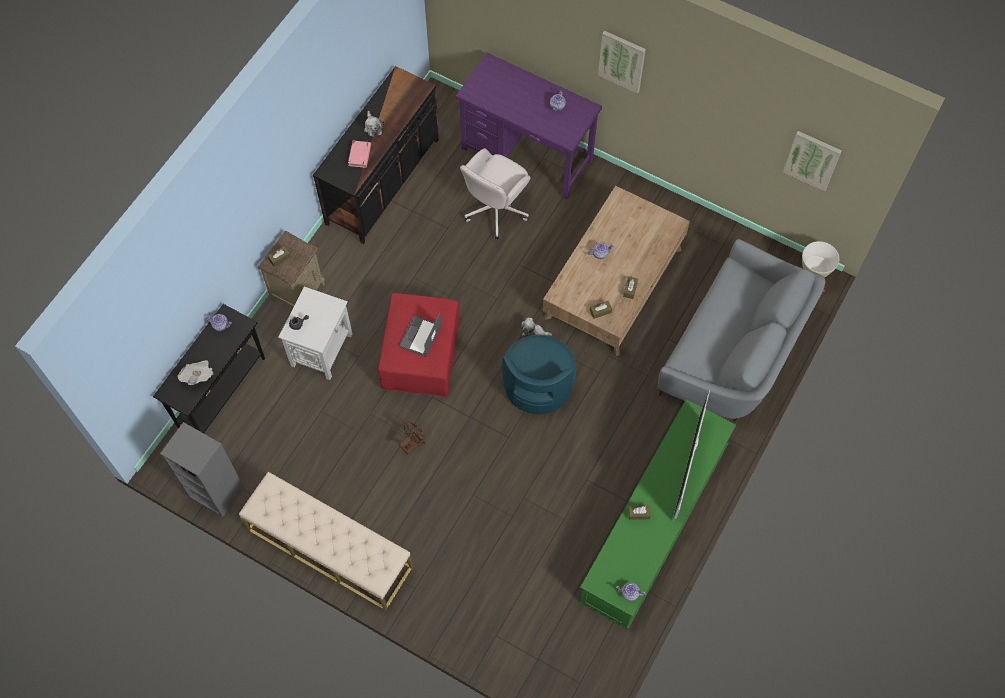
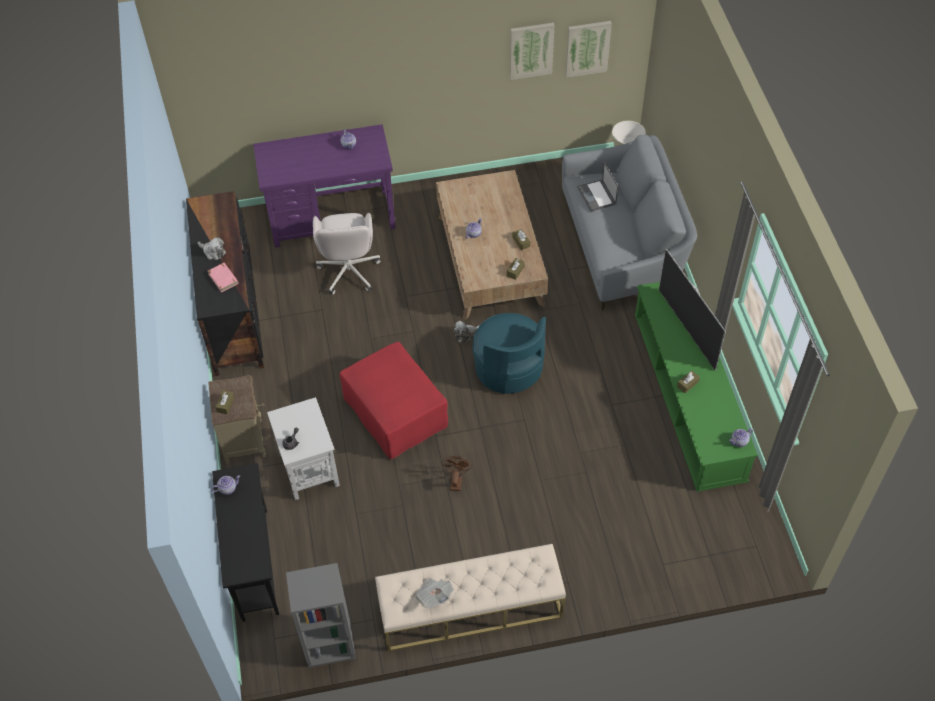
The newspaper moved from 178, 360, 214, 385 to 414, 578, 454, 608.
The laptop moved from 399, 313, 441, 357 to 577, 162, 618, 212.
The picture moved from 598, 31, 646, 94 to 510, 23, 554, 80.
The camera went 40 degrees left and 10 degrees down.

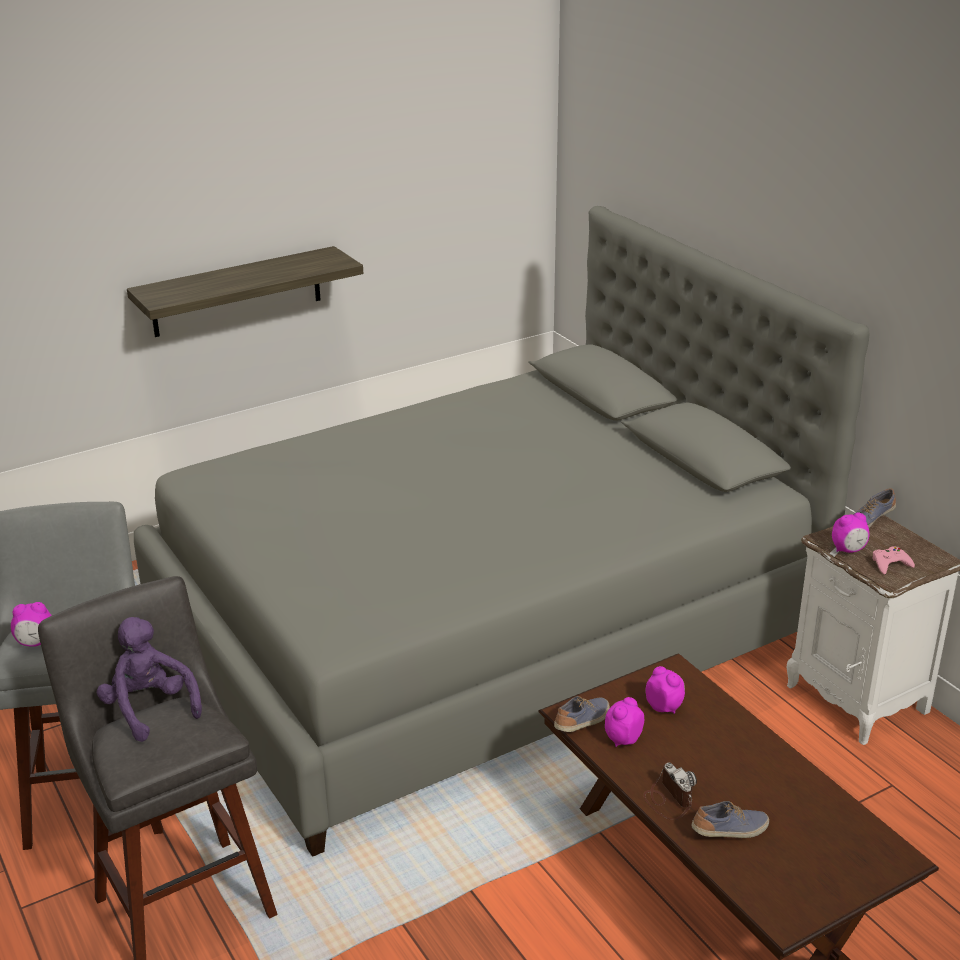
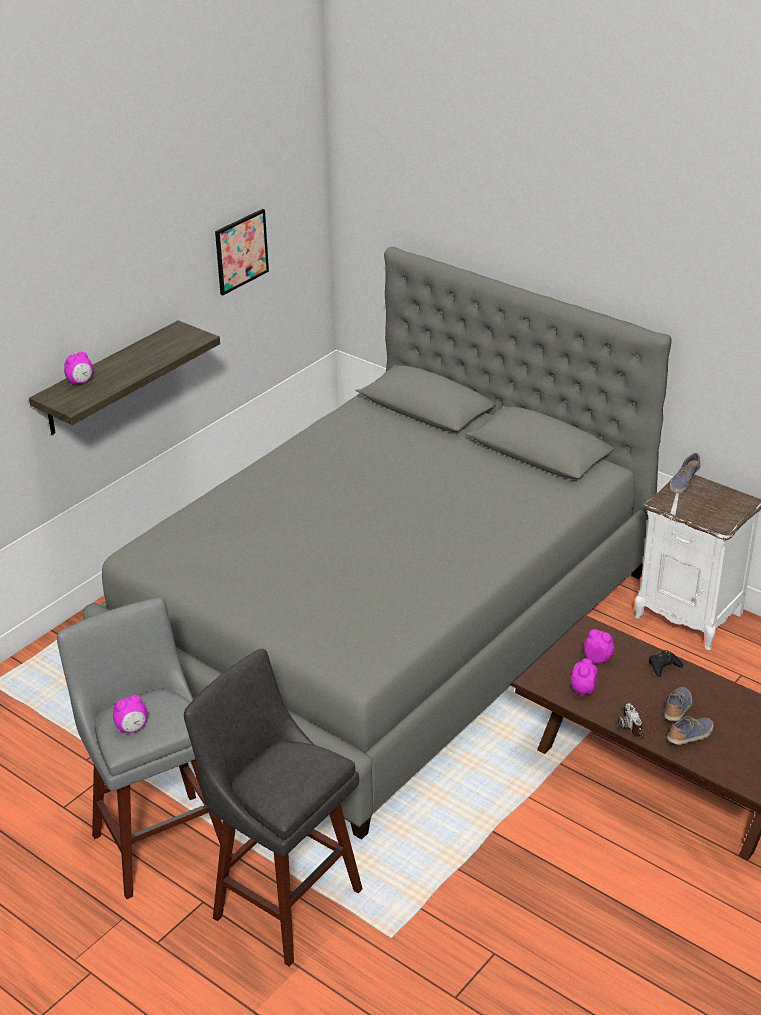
The plush toy in purple at 96, 617, 202, 742 disappeared.
The game controller in pink at 872, 546, 915, 575 disappeared.
The picture at 215, 209, 269, 295 appeared.
The game controller in black at 649, 650, 683, 677 appeared.
The shoe moved from 554, 696, 610, 732 to 665, 687, 692, 721.
The alarm clock moved from 832, 512, 869, 553 to 64, 352, 93, 385.
The photo camera at 643, 763, 697, 820 turned 150 degrees counterclockwise.
The camera went 20 degrees left and 5 degrees up.

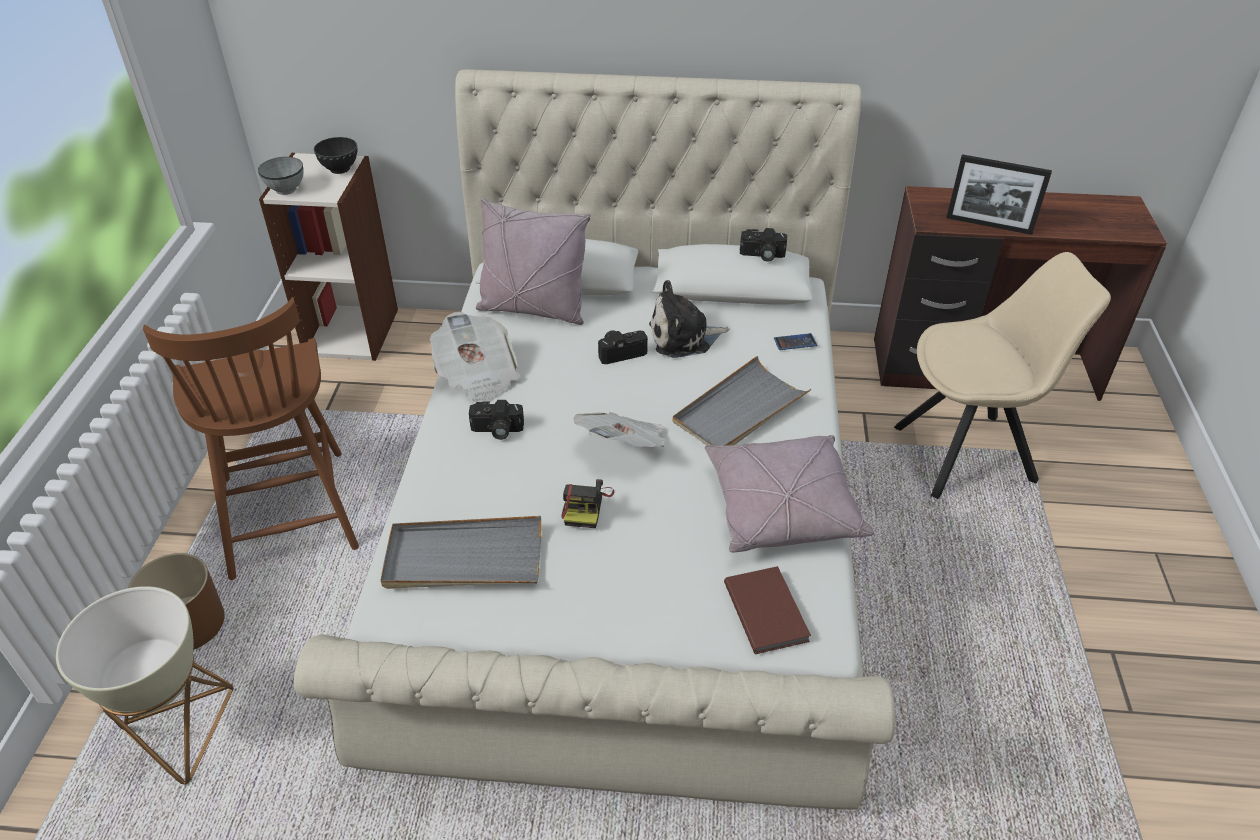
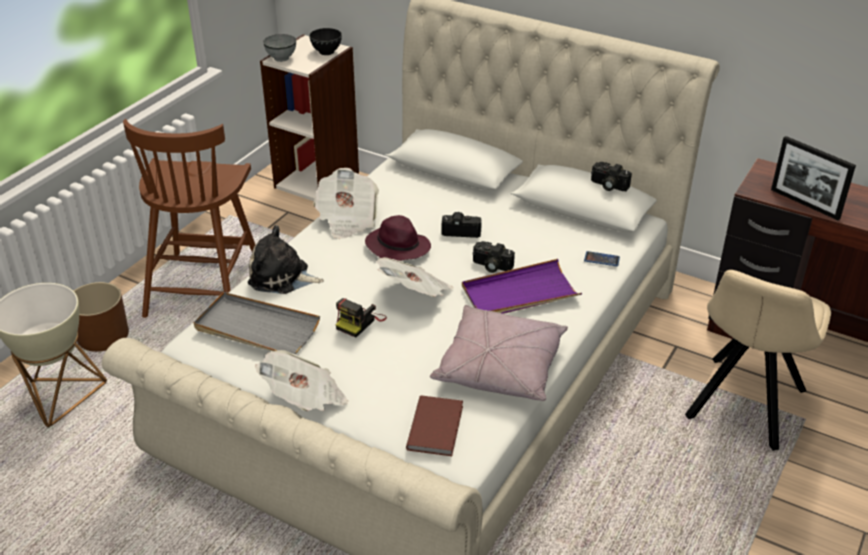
The pillow in purple at 476, 198, 590, 325 disappeared.
The newspaper at 255, 350, 348, 411 appeared.
The hat in purple at 365, 215, 431, 261 appeared.
The photo camera moved from 469, 400, 524, 440 to 473, 241, 515, 273.
The plush toy moved from 649, 280, 730, 358 to 248, 225, 324, 294.
The tray in grey at 672, 356, 811, 446 became the tray in purple at 462, 259, 582, 314.
The chair in beige at 894, 252, 1111, 499 turned 105 degrees clockwise.
The camera went 25 degrees right and 5 degrees down.

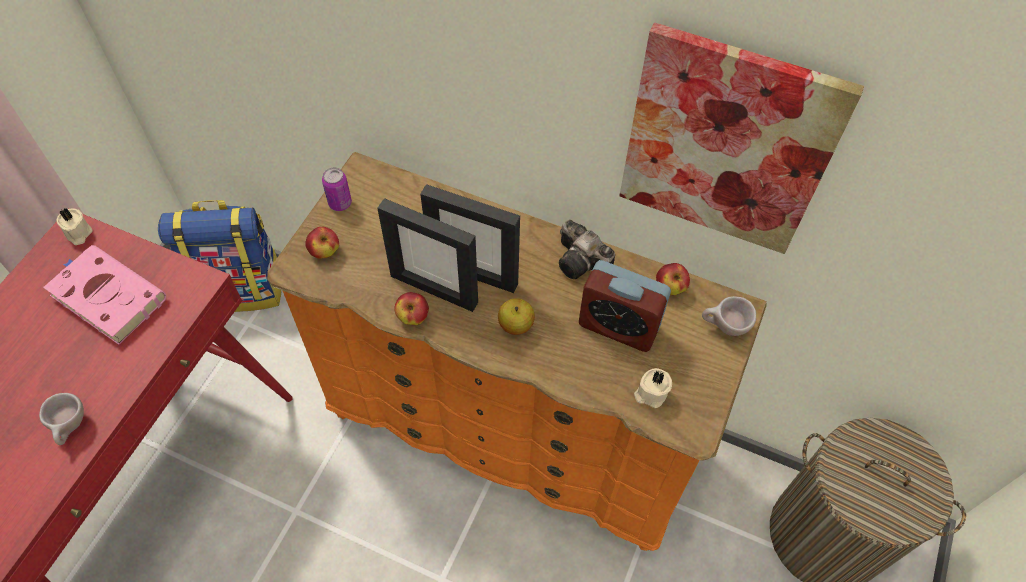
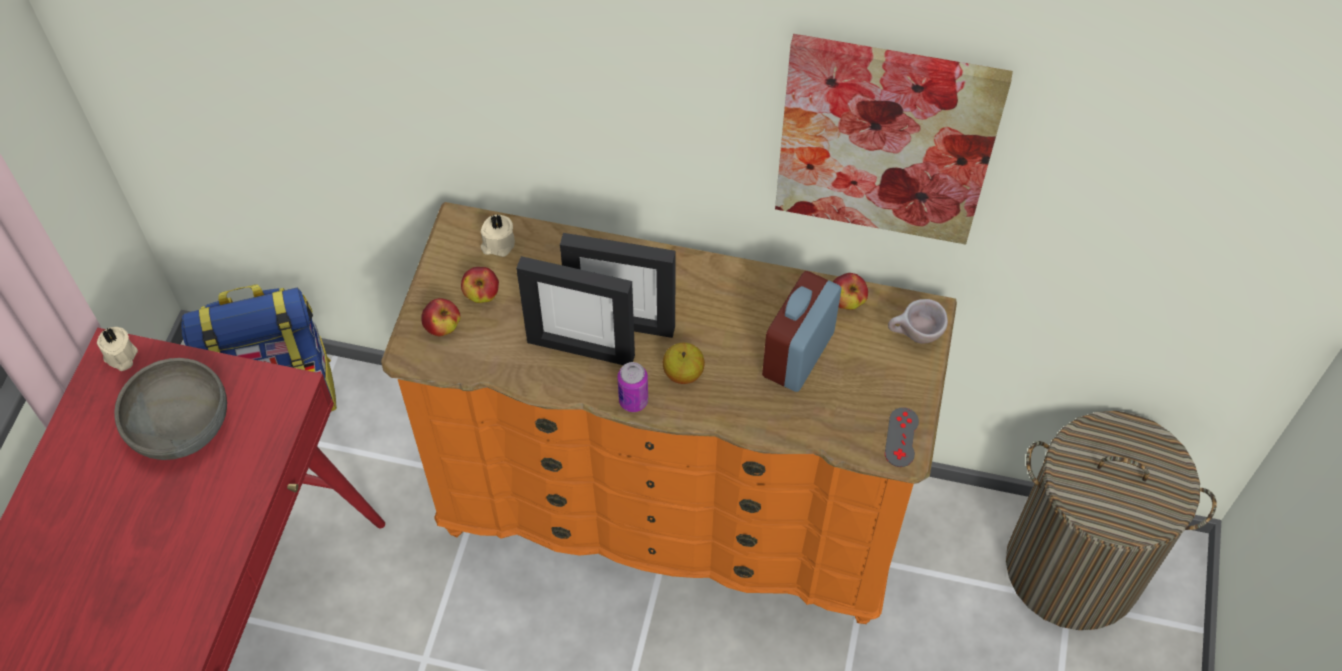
The cup in beige at 39, 393, 84, 445 disappeared.
The photo camera at 559, 220, 615, 279 disappeared.
The game controller in grey at 885, 407, 919, 467 appeared.
The can moved from 322, 167, 352, 211 to 618, 362, 648, 412.
The apple moved from 394, 292, 429, 325 to 461, 267, 499, 303.
The candle in beige moved from 634, 368, 672, 408 to 481, 215, 515, 257.
The book in pink at 43, 245, 166, 345 was replaced by the bowl in grey at 114, 358, 227, 460.
The alarm clock at 579, 260, 671, 352 turned 105 degrees clockwise.
The camera went 10 degrees left and 0 degrees up.

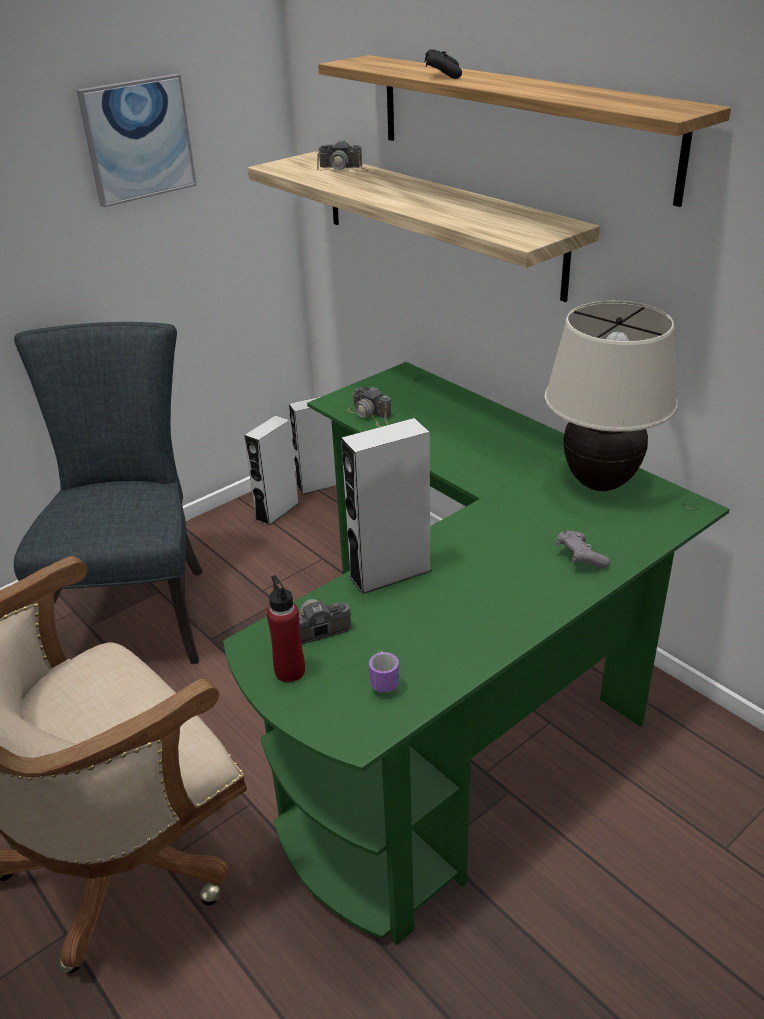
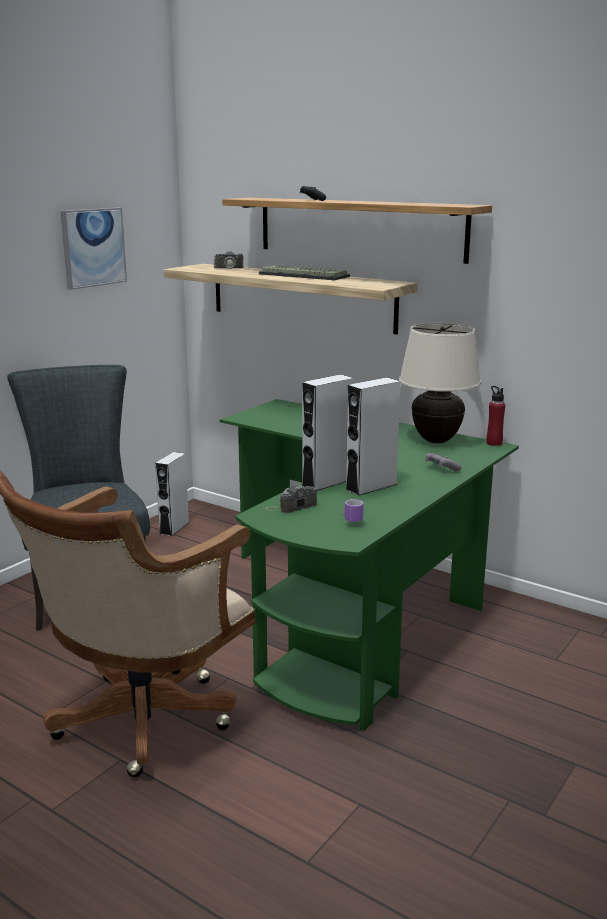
The photo camera at 348, 387, 392, 427 disappeared.
The keyboard at 259, 265, 350, 280 appeared.
The bottle in red moved from 267, 575, 305, 682 to 486, 386, 505, 446.
The speaker in grey moved from 289, 397, 336, 495 to 345, 377, 401, 496.
The camera went 15 degrees left and 15 degrees down.

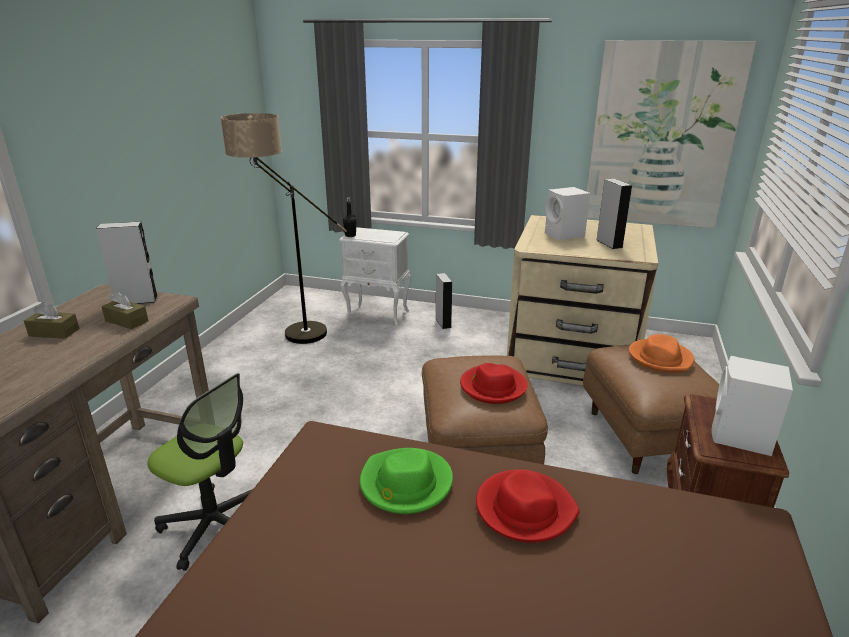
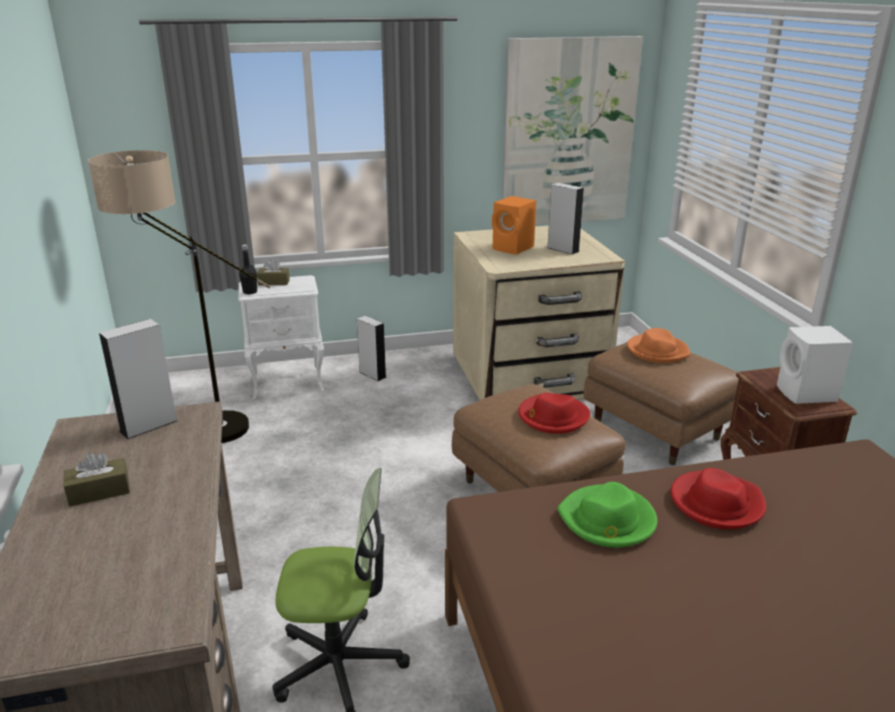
The tissue box in brown moved from 101, 291, 148, 329 to 257, 259, 290, 285.
The speaker in white at 545, 187, 590, 240 became the speaker in orange at 492, 196, 536, 255.
The camera went 30 degrees left and 0 degrees up.

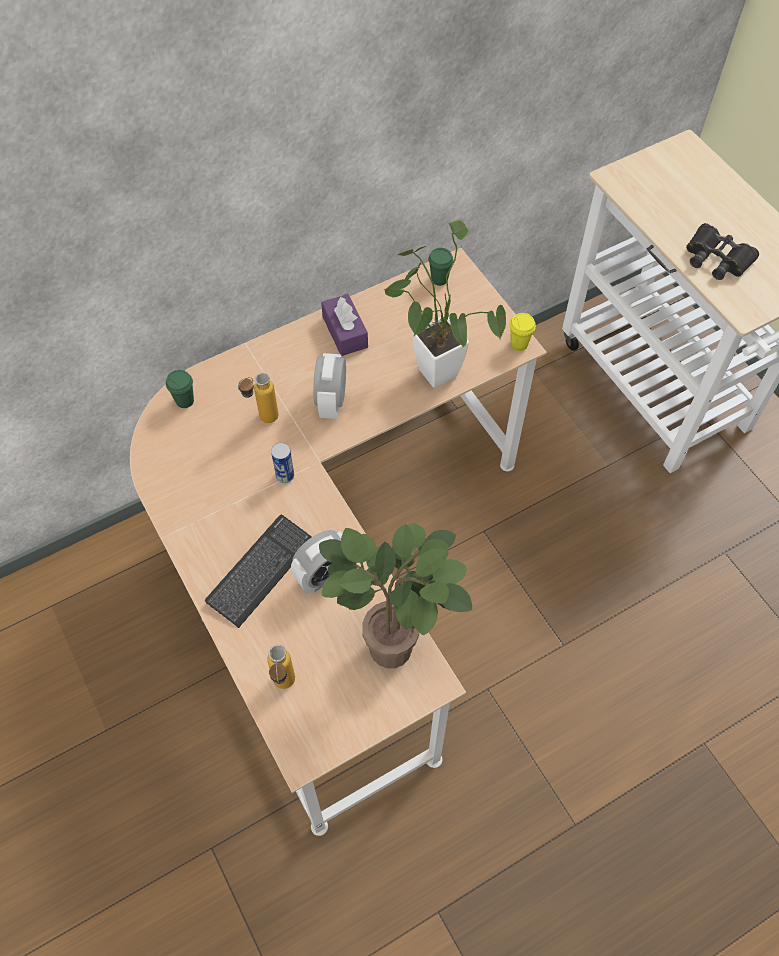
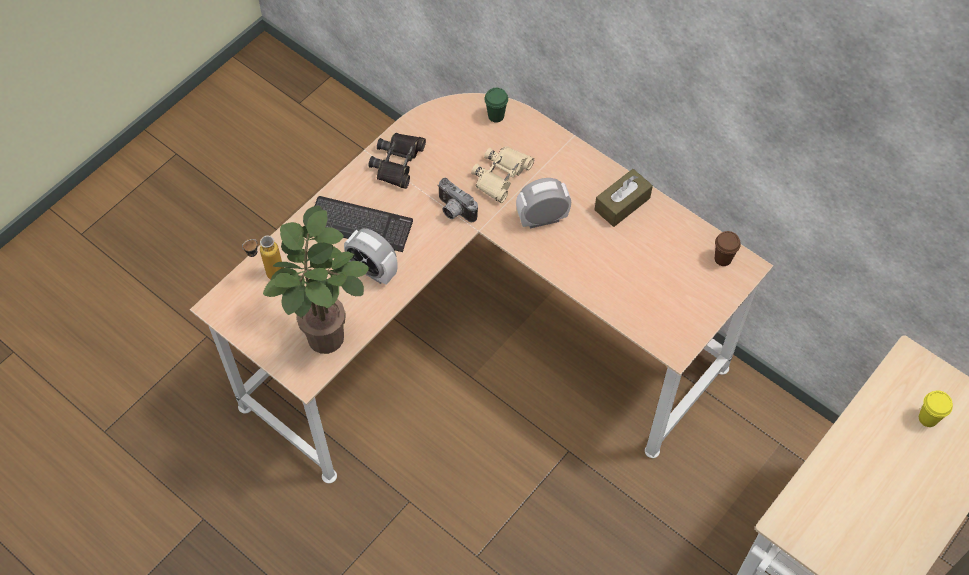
The potted plant at 384, 220, 506, 388 disappeared.
The cup in yellow moved from 510, 313, 536, 351 to 919, 391, 953, 427.
The binoculars in black moved from 686, 223, 759, 280 to 369, 133, 426, 189.
The bottle at 238, 373, 279, 423 was replaced by the binoculars in beige at 471, 146, 534, 203.
The can at 271, 442, 294, 483 was replaced by the photo camera at 437, 178, 478, 222.
The tissue box in purple at 321, 294, 368, 356 became the tissue box in brown at 595, 169, 653, 227.
The cup in green at 428, 248, 453, 286 became the cup in brown at 715, 231, 741, 266.
The camera went 70 degrees right and 0 degrees up.

